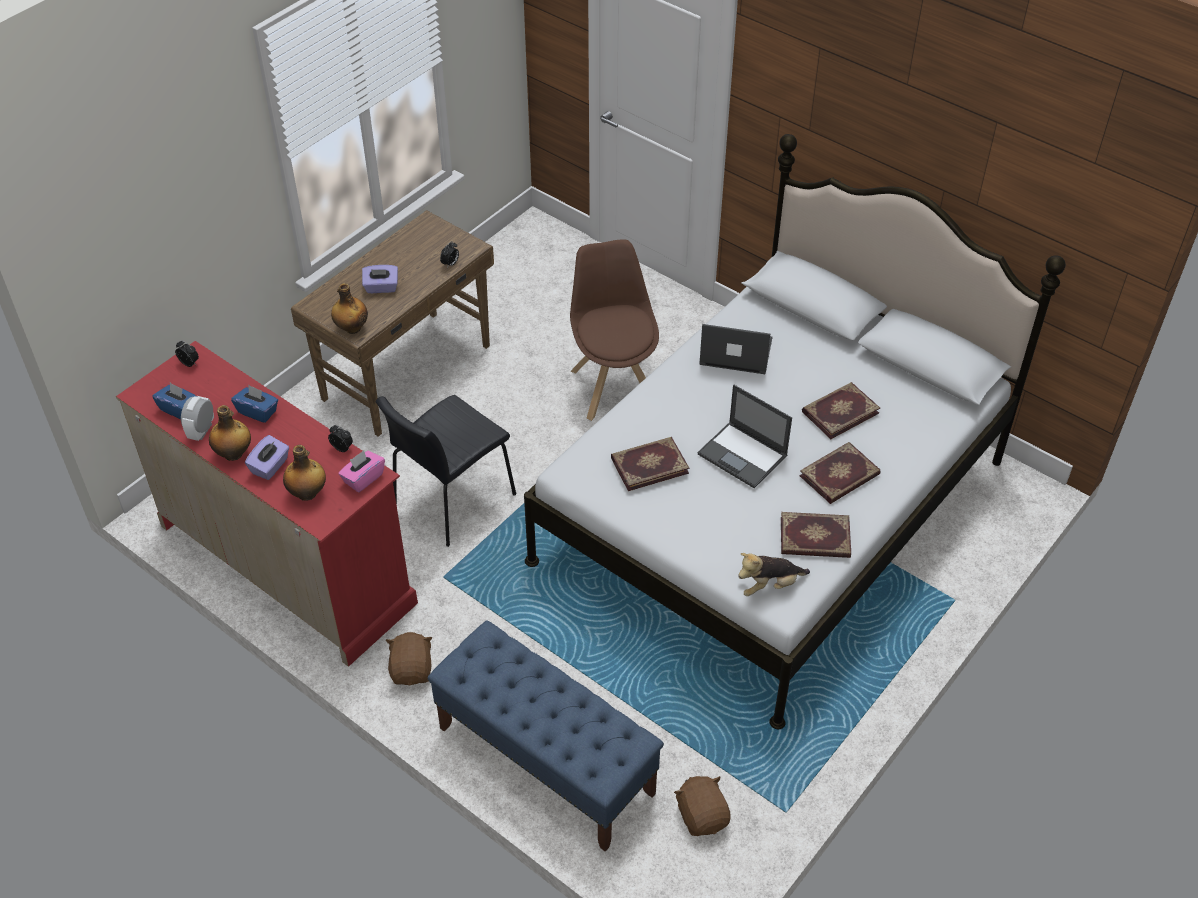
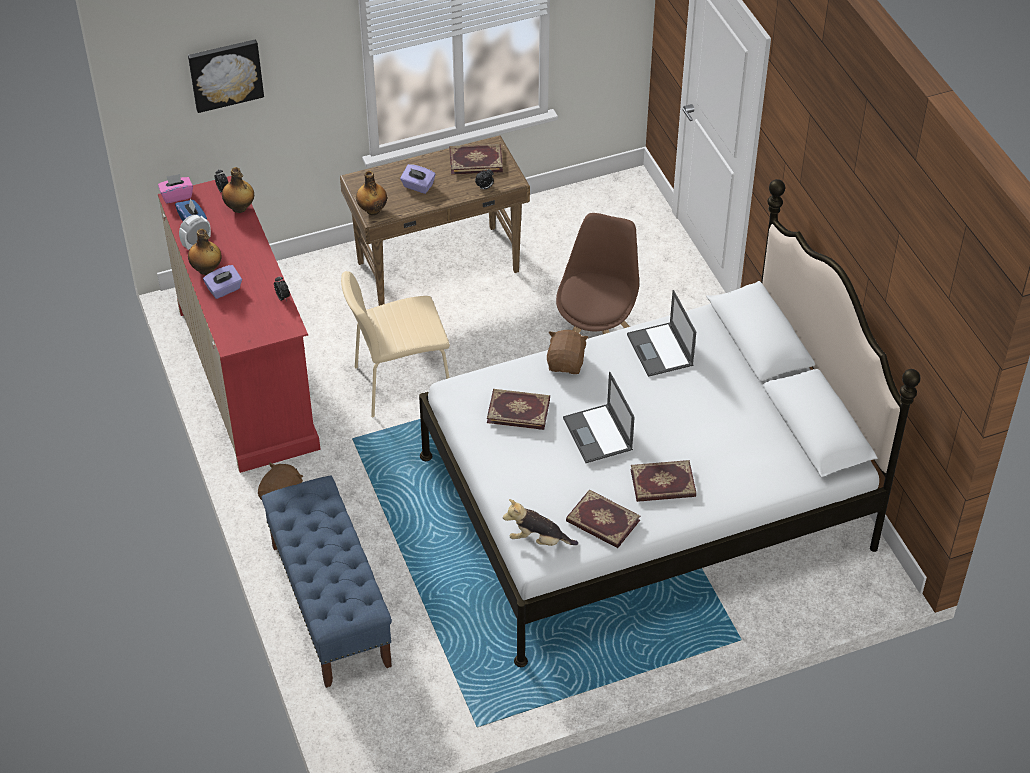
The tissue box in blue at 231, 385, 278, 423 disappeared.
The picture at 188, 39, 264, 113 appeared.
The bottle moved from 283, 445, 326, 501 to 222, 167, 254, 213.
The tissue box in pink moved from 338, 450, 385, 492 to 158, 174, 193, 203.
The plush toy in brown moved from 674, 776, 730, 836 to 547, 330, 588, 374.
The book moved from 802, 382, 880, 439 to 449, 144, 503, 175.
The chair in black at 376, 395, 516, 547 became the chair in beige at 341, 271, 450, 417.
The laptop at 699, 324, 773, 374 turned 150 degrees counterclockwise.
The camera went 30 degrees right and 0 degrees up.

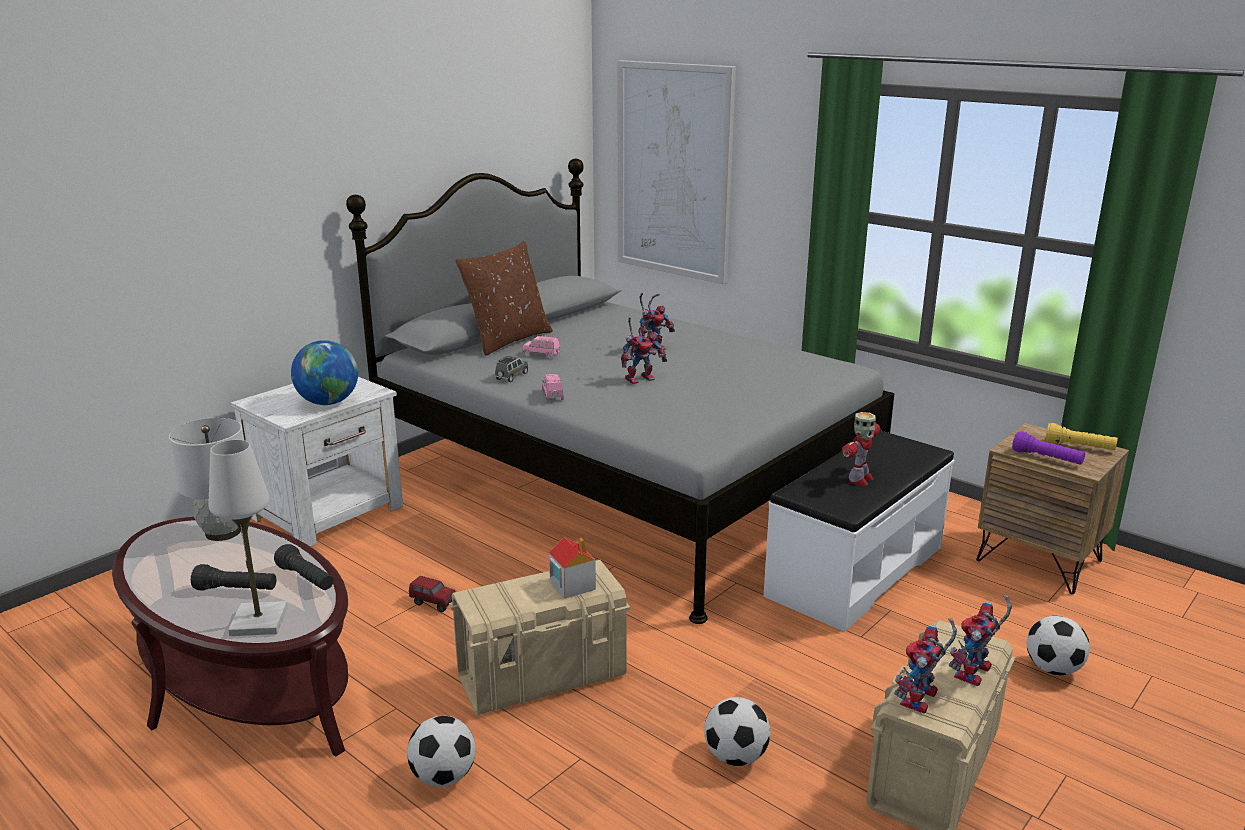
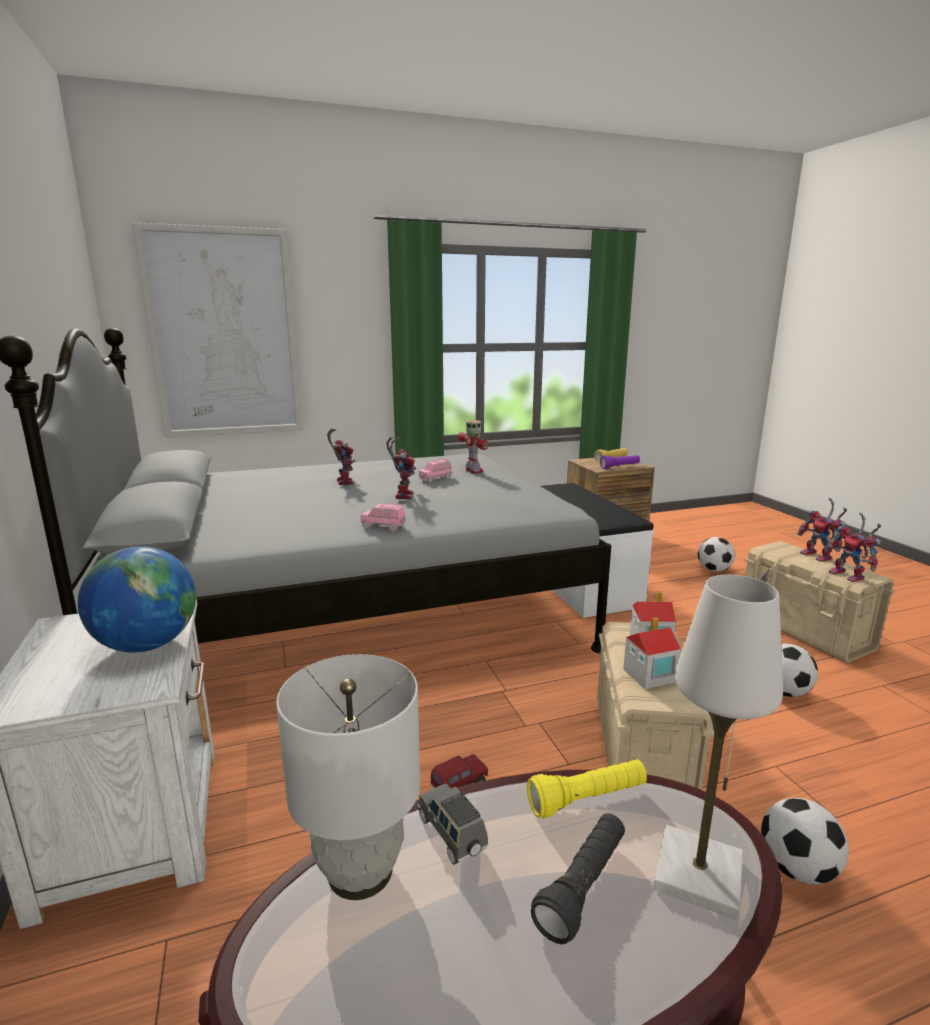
The pillow in brown at 455, 241, 553, 356 disappeared.
The toy house at 623, 617, 681, 689 appeared.
The toy car in grey moved from 495, 356, 528, 382 to 418, 784, 488, 865.
The toy car in pink moved from 523, 335, 560, 359 to 419, 459, 452, 482.
The toy robot moved from 841, 412, 880, 486 to 458, 420, 489, 473.
The flashlight in black at 274, 544, 334, 590 became the flashlight in yellow at 527, 759, 647, 818.
The camera went 60 degrees left and 5 degrees down.

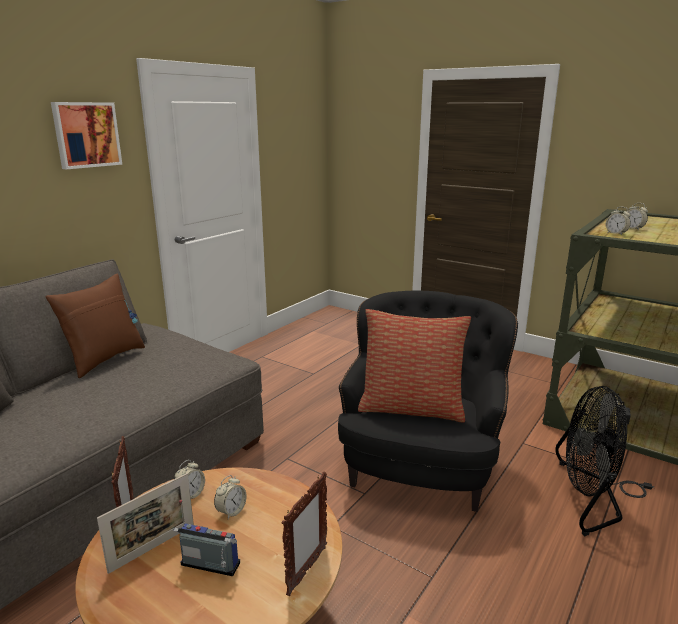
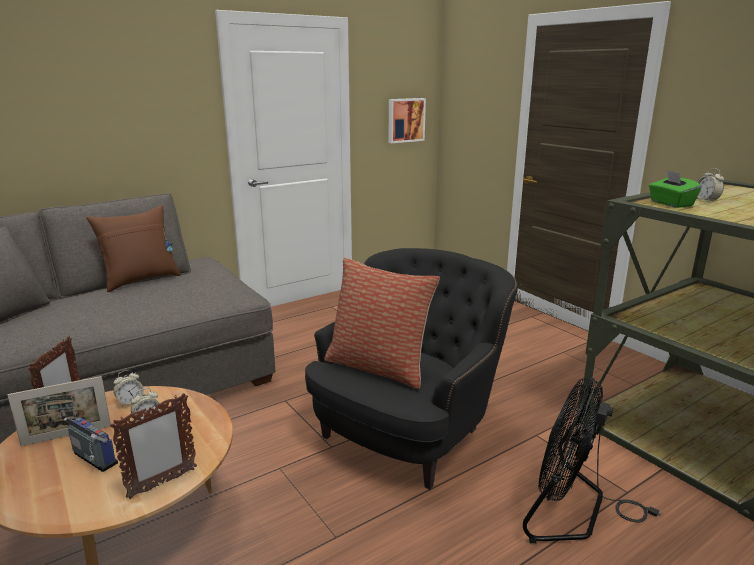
The picture moved from 51, 102, 123, 169 to 389, 98, 426, 143.
The alarm clock at 606, 207, 631, 235 was replaced by the tissue box in green at 649, 170, 702, 208.
The camera went 20 degrees right and 0 degrees up.

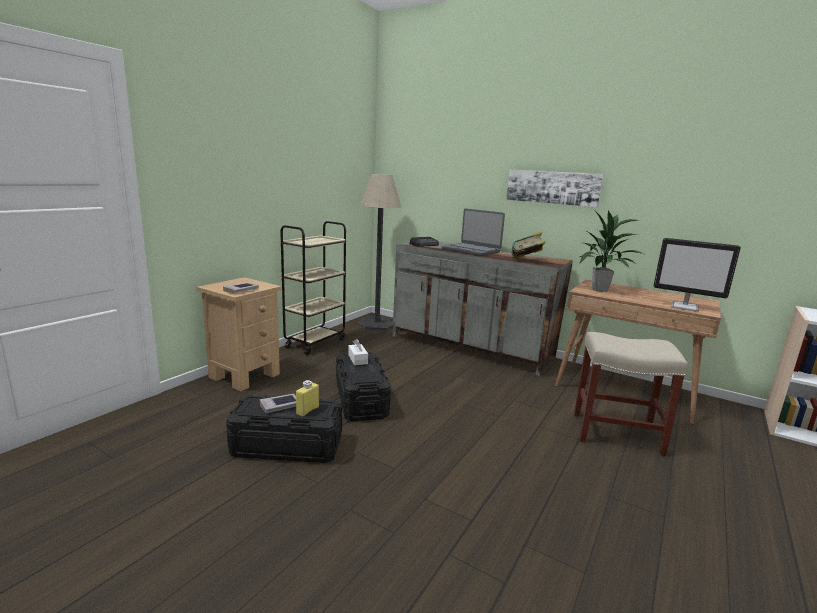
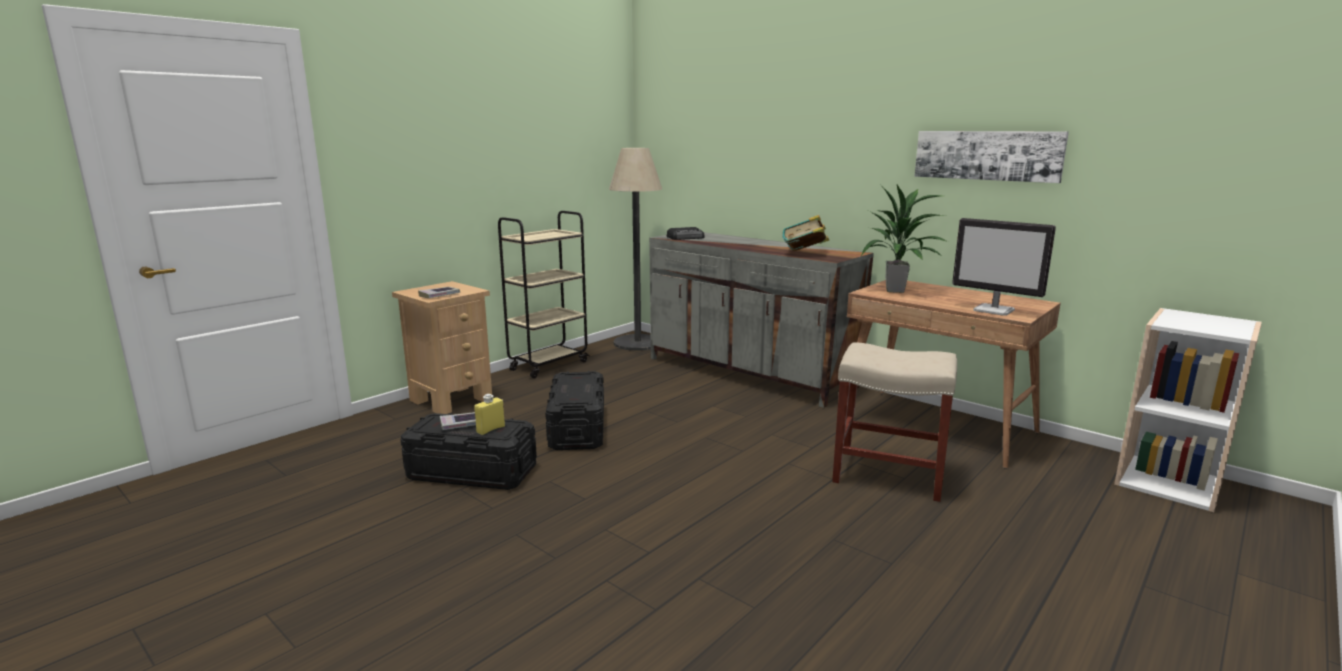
The tissue box in white at 348, 339, 368, 365 disappeared.
The laptop at 442, 209, 505, 256 disappeared.
The picture moved from 506, 170, 603, 207 to 914, 131, 1069, 183.
The camera went 10 degrees right and 0 degrees up.

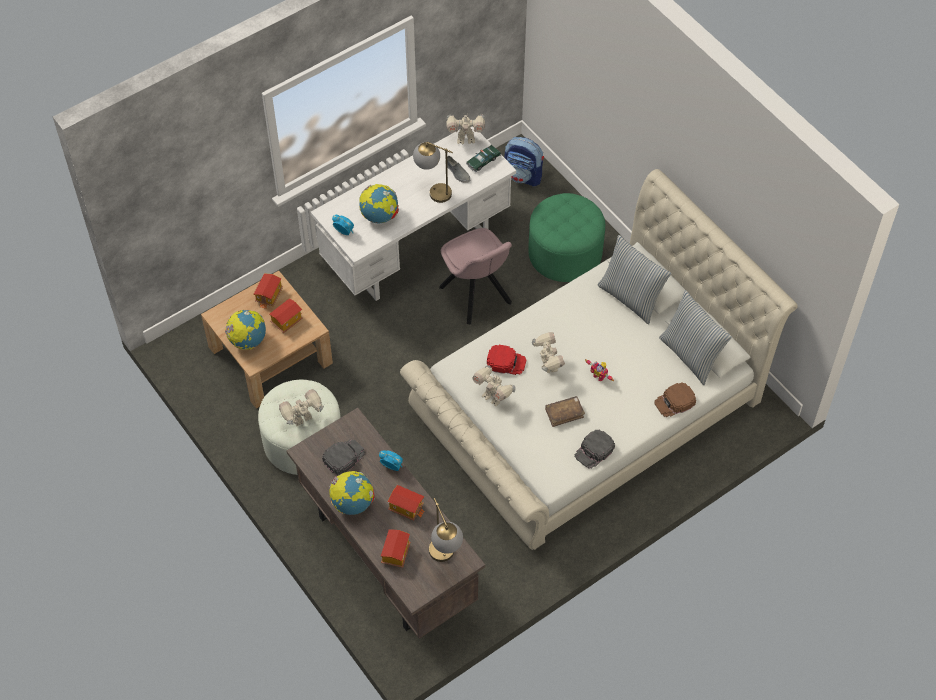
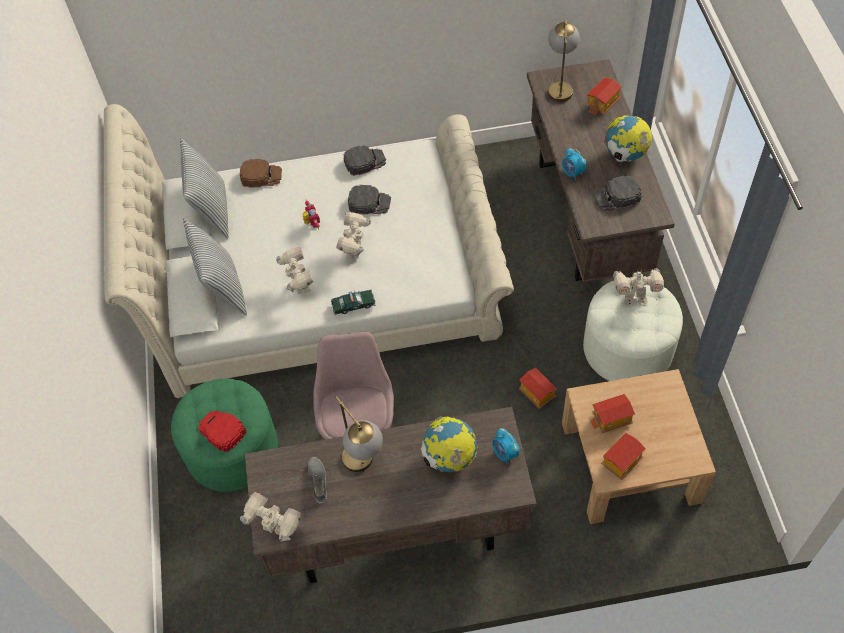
The globe at 225, 310, 266, 350 disappeared.
The backpack at 505, 137, 544, 187 disappeared.
The toy house moved from 388, 485, 425, 520 to 519, 368, 557, 409.
The toy car moved from 466, 145, 501, 172 to 331, 290, 376, 315.
The toy robot moved from 473, 365, 516, 406 to 276, 247, 314, 294.
The cap in red moved from 487, 345, 527, 375 to 198, 410, 246, 453.
The book in brown at 545, 396, 585, 427 was replaced by the cap in black at 348, 185, 391, 215.
The desk in white at 311, 127, 516, 301 became the desk in brown at 245, 407, 536, 583.
The camera went 150 degrees left and 0 degrees up.

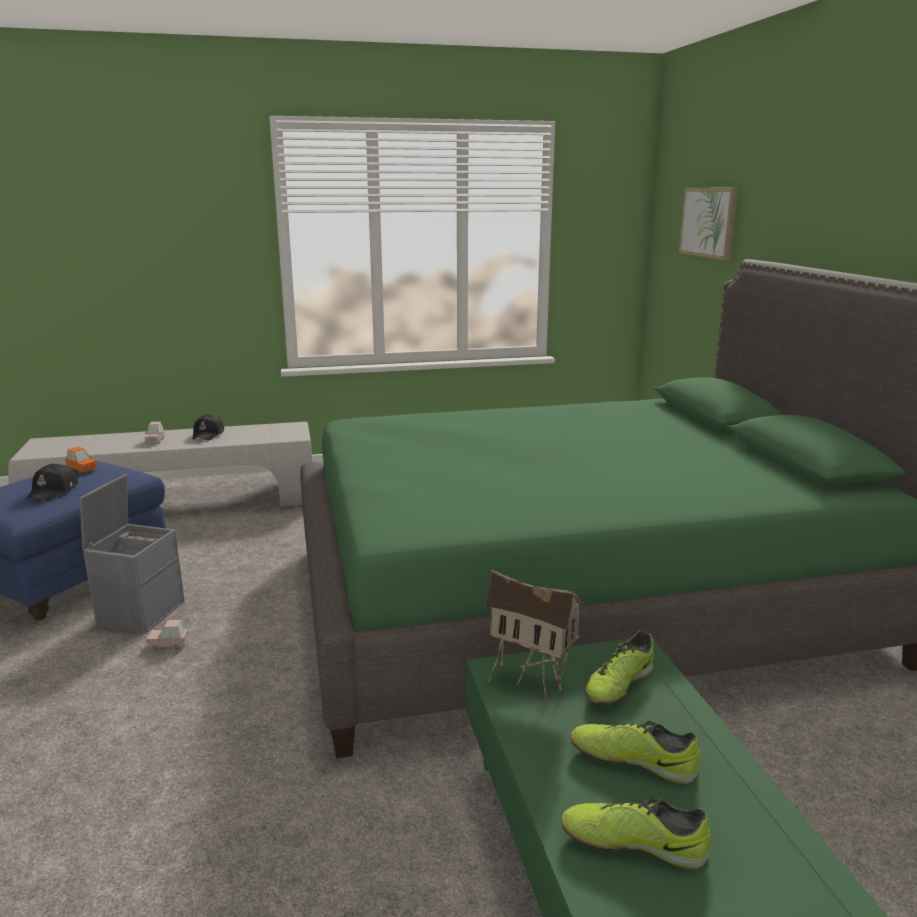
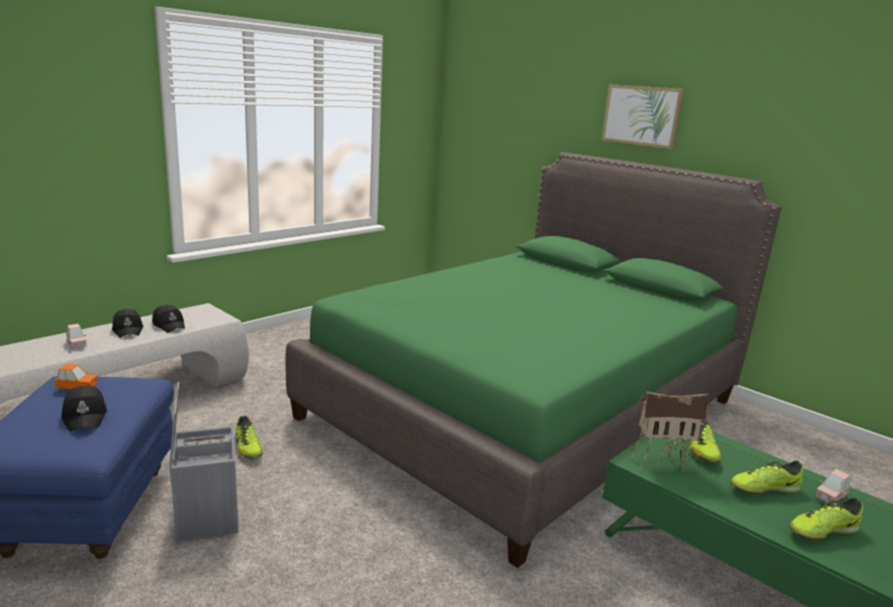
The cap in black at 152, 305, 185, 332 appeared.
The shoe at 235, 416, 263, 458 appeared.
The toy car in pink moved from 146, 620, 189, 650 to 816, 469, 851, 503.
The picture moved from 679, 188, 738, 260 to 601, 84, 685, 149.
The camera went 35 degrees left and 0 degrees up.

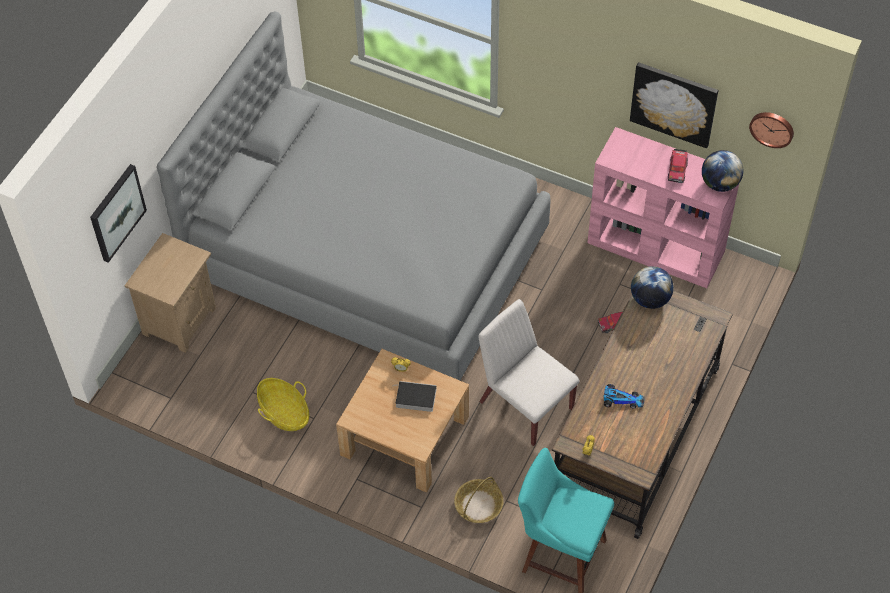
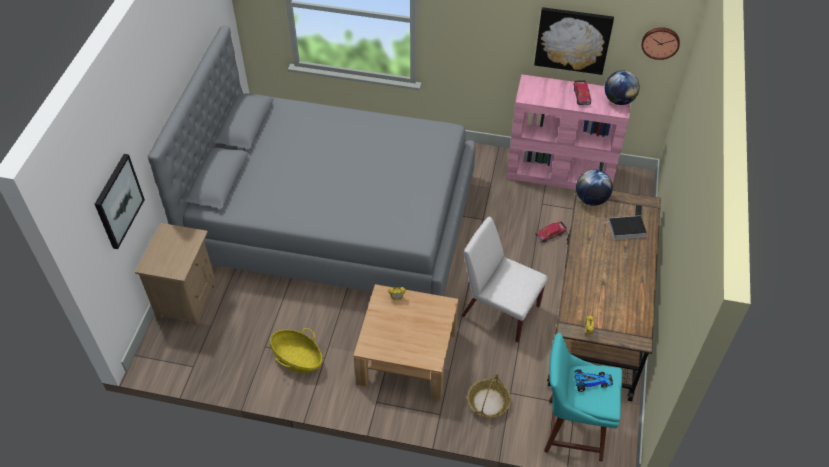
The book moved from 395, 381, 437, 412 to 603, 215, 647, 240.
The toy car moved from 604, 384, 644, 409 to 574, 369, 613, 392.
The camera went 15 degrees left and 5 degrees down.

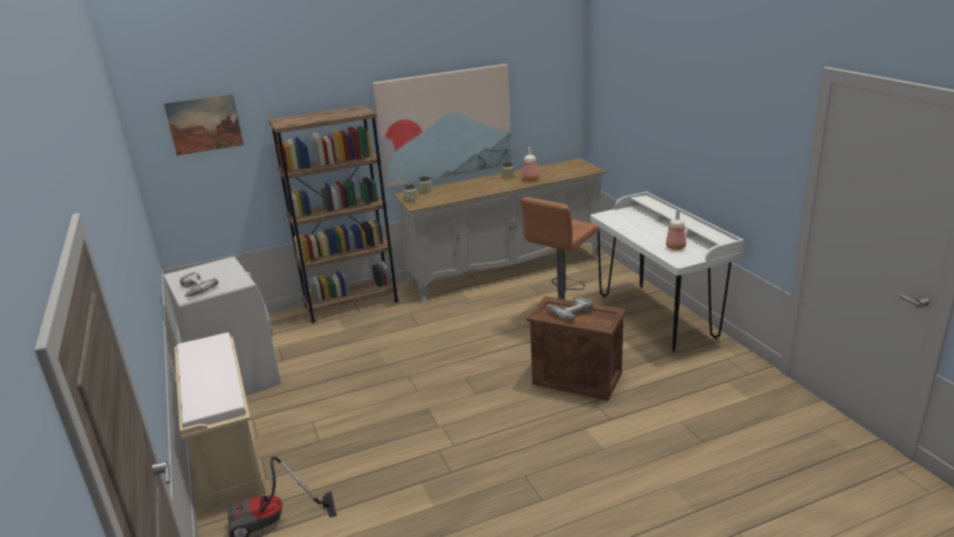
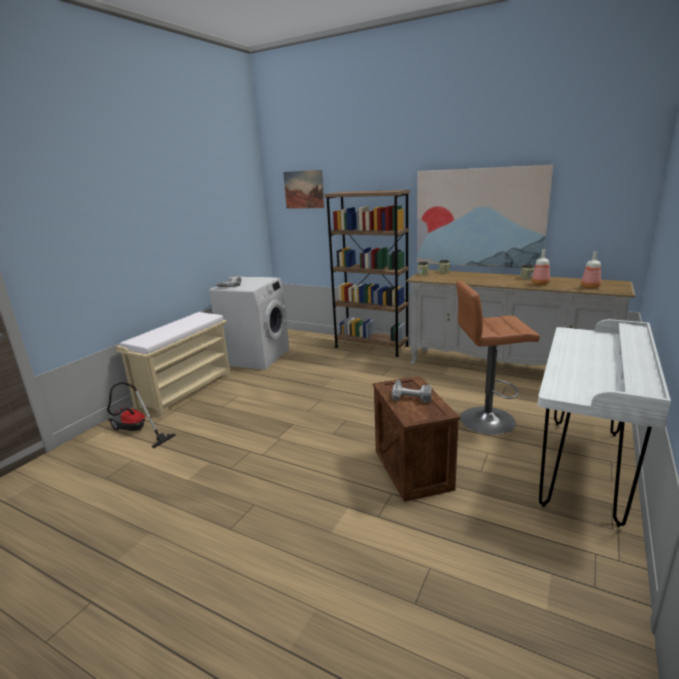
The bottle moved from 666, 210, 686, 250 to 581, 251, 601, 288.
The camera went 50 degrees right and 5 degrees down.

